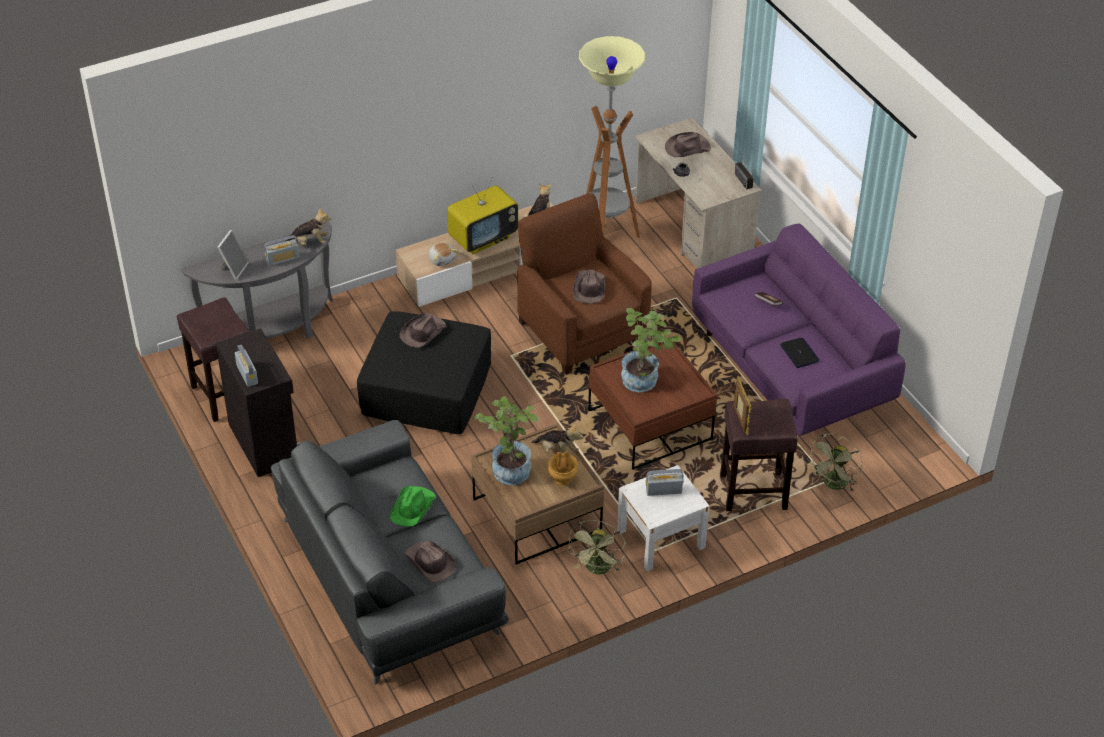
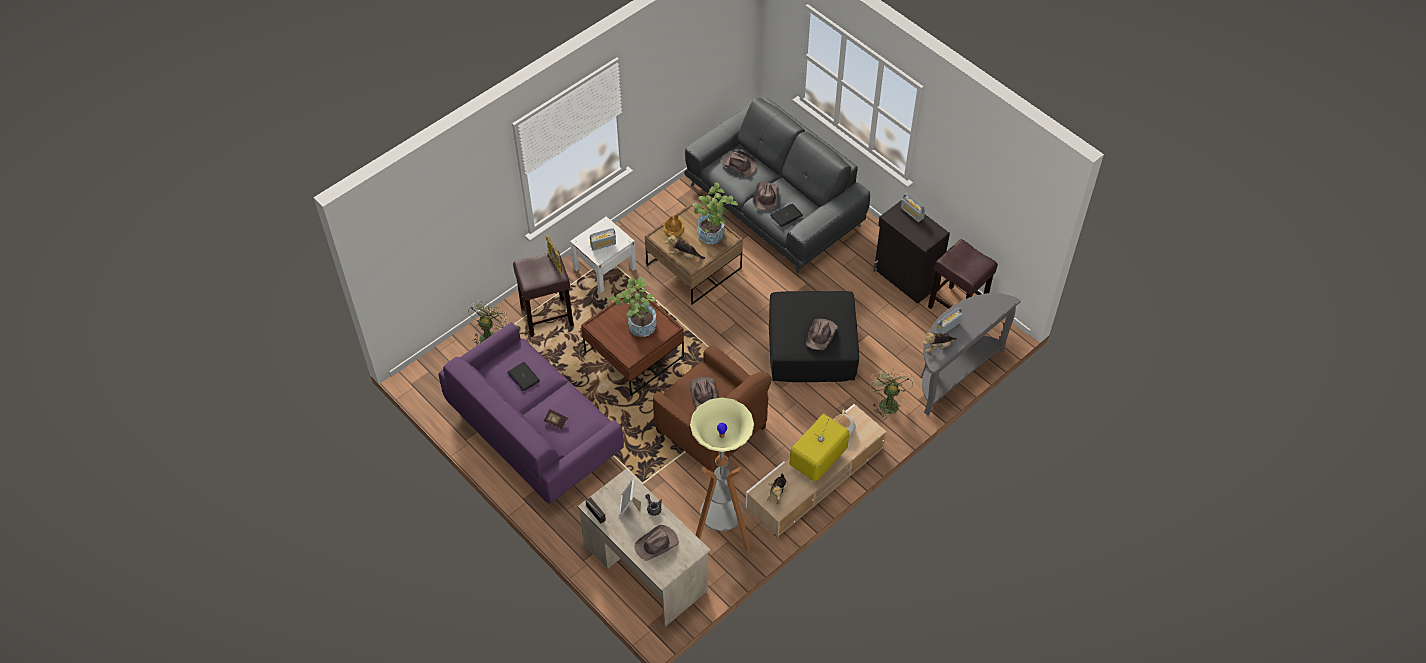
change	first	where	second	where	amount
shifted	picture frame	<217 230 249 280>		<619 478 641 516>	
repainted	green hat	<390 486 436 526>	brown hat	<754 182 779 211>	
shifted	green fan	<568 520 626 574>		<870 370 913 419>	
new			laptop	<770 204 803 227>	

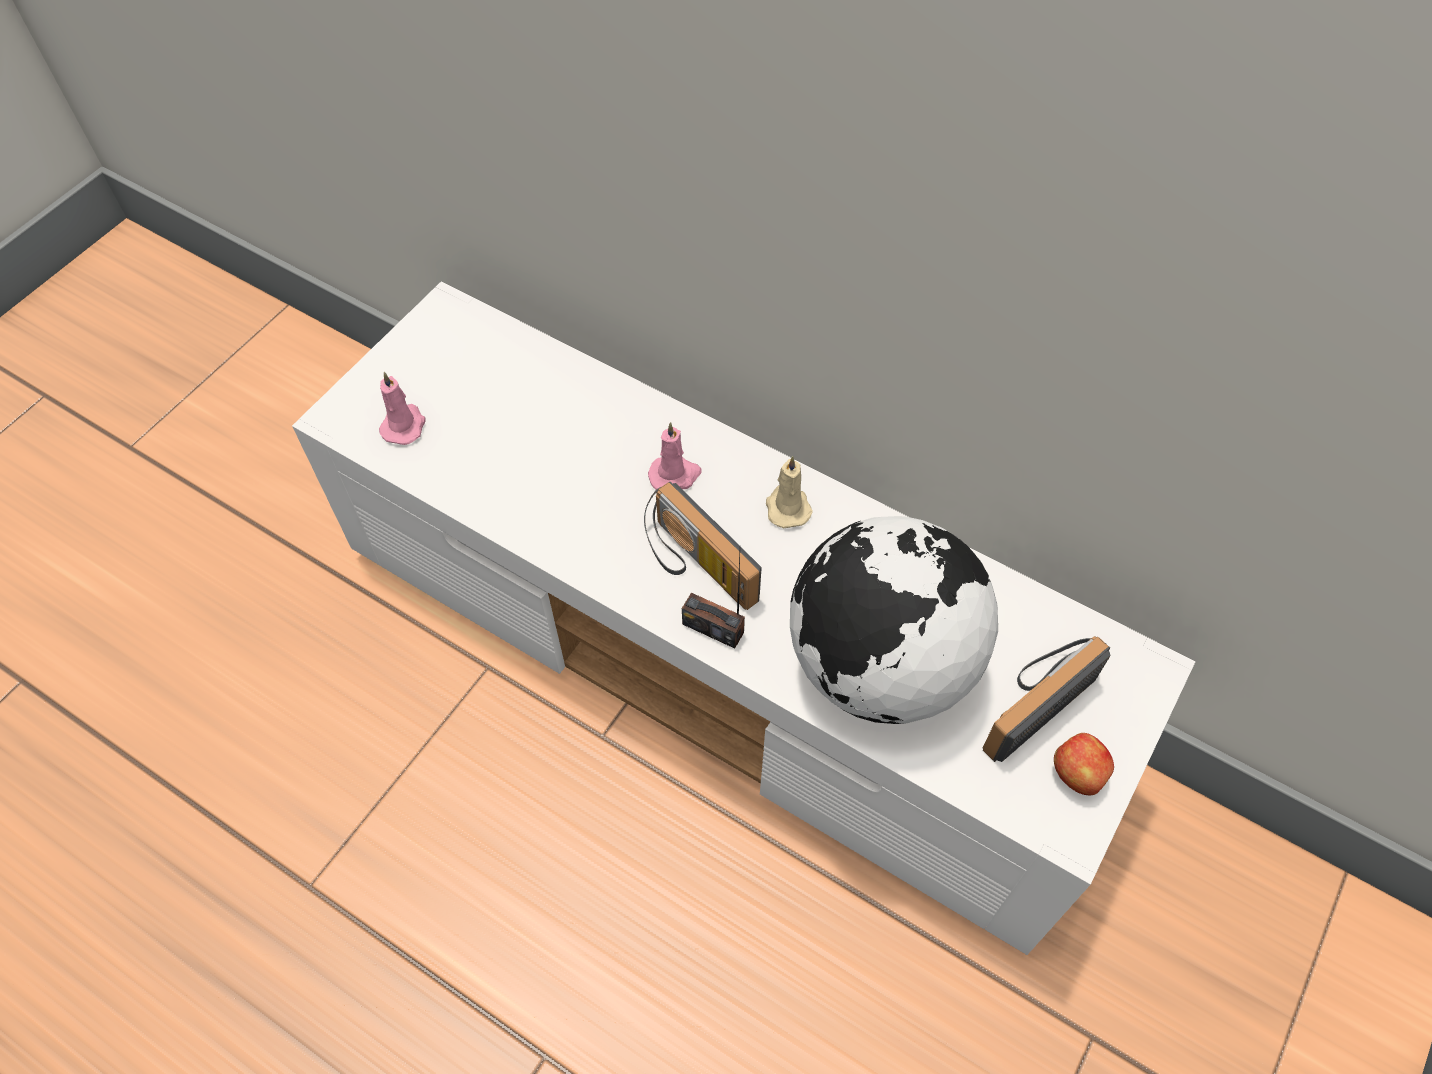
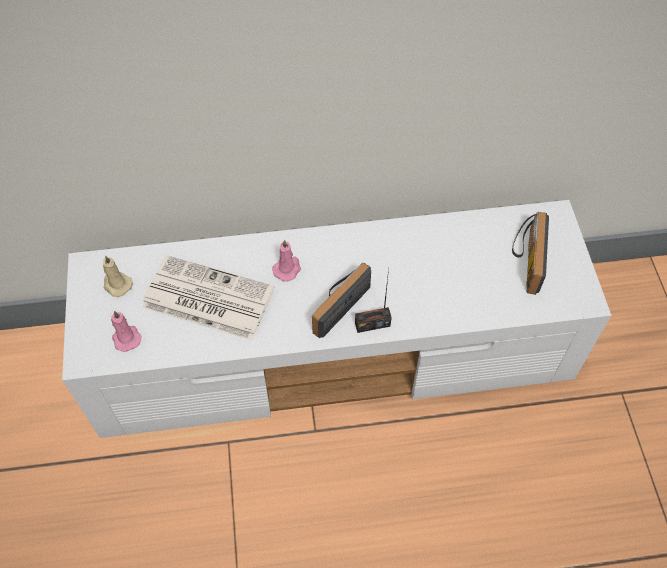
change	first	where	second	where	amount
shifted	beige candle	<766 456 813 528>		<103 255 133 297>	
rotated	radio	<644 481 762 610>		<312 263 371 338>	120 degrees clockwise
gone	globe	<790 516 998 724>			
gone	apple	<1054 733 1114 795>			
new			newspaper	<142 255 274 340>	

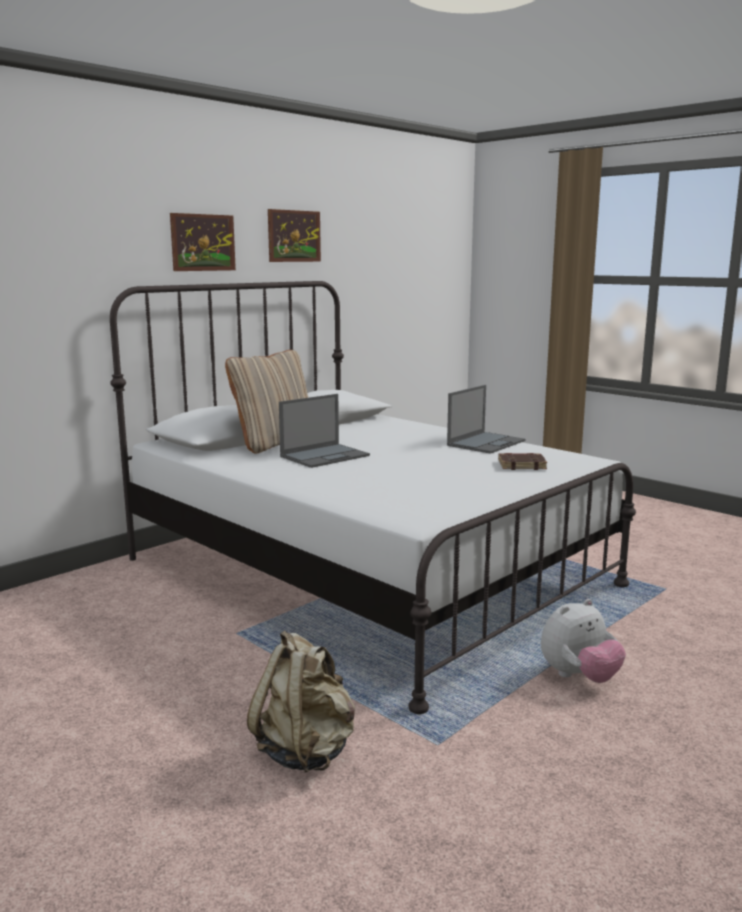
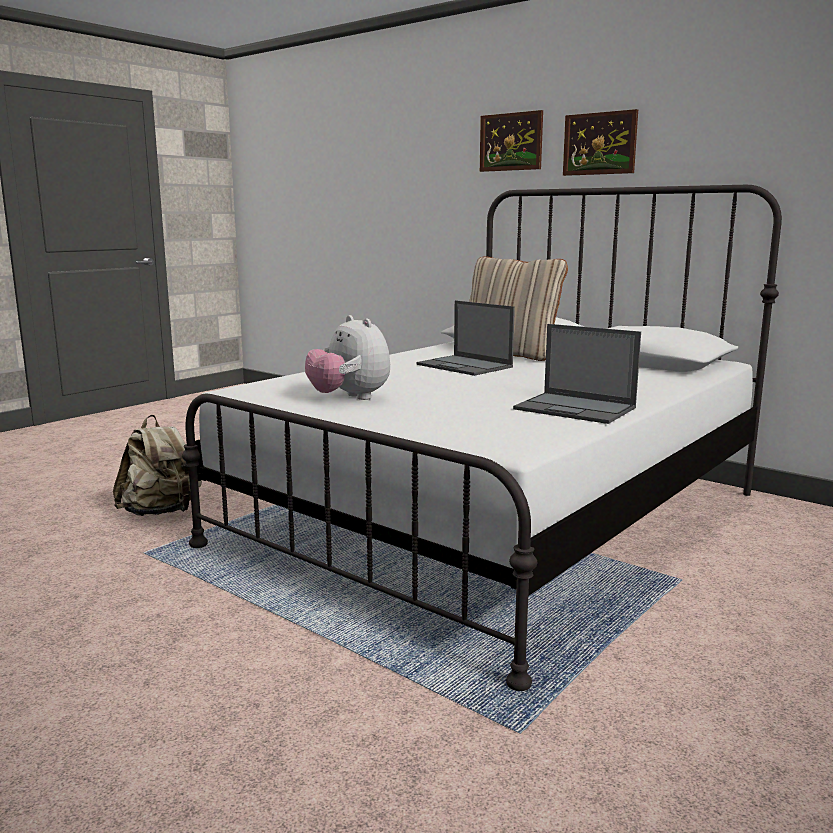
change	first	where	second	where	amount
shifted	picture	<268 209 321 262>		<480 110 543 172>	
gone	brown book	<498 453 547 470>			
shifted	plush toy	<541 599 626 683>		<305 315 390 400>	

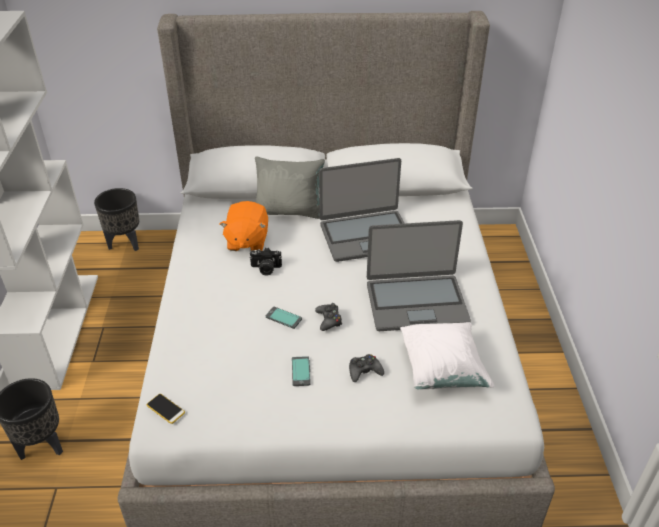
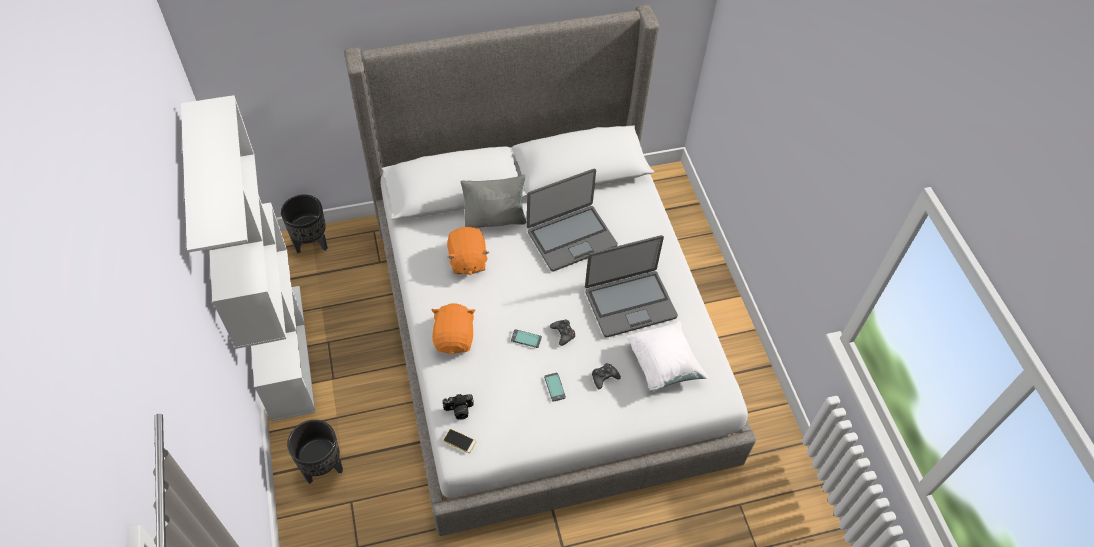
change	first	where	second	where	amount
shifted	photo camera	<249 248 282 275>		<443 394 474 420>	
new			orange plush toy	<431 303 476 354>	

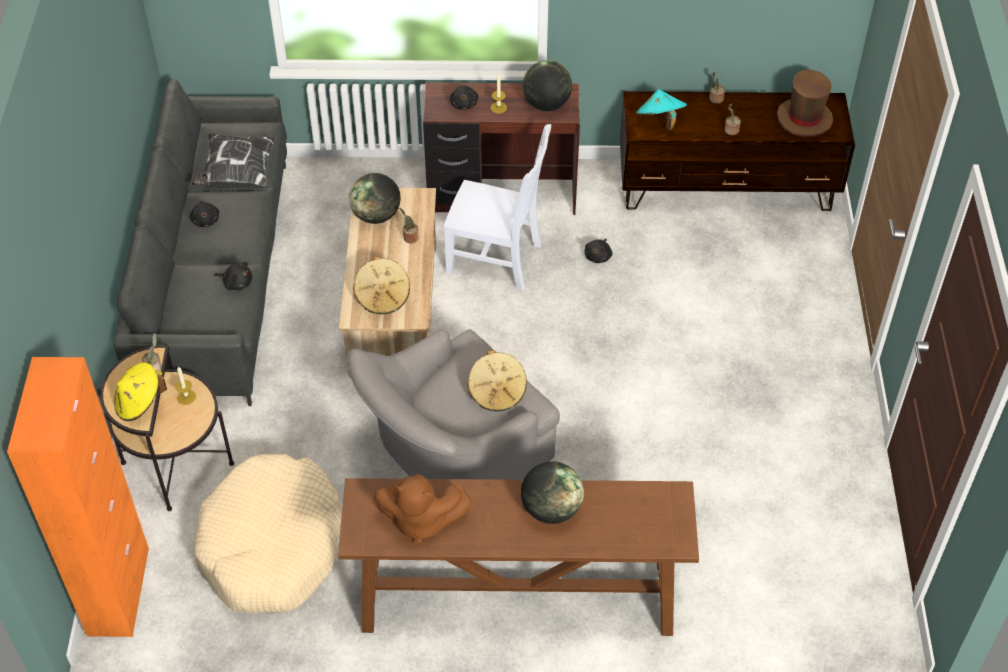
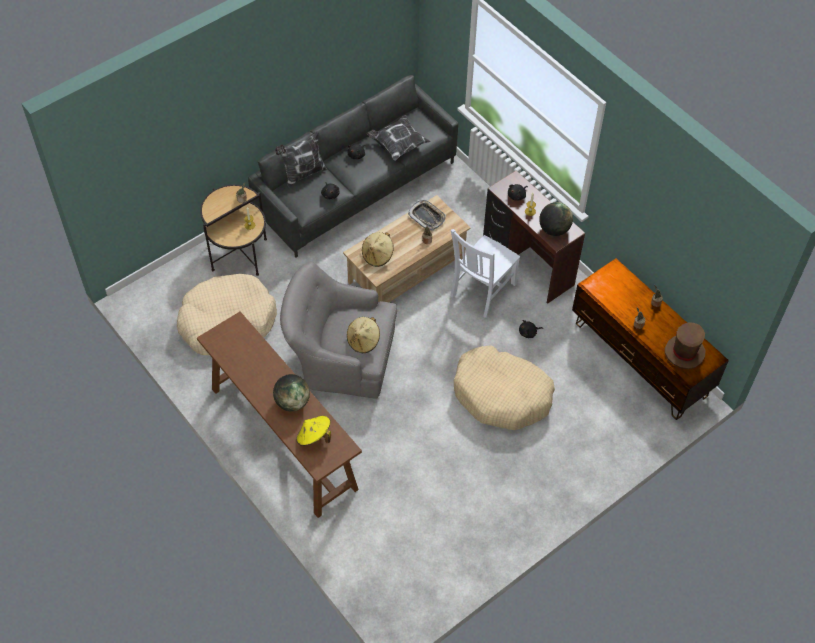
change	first	where	second	where	amount
gone	turquoise hat	<636 89 687 131>			
rotated	white chair	<444 124 551 291>		<450 229 520 318>	60 degrees clockwise
swapped	globe	<349 173 401 224>	tray	<408 200 446 231>	
gone	orange cabinet	<7 357 149 637>			
shifted	yellow hat	<114 363 167 421>		<297 415 331 446>	
gone	brown plush toy	<374 474 472 544>			
new			pillow	<275 131 327 187>	
new			beige dog bed	<454 346 555 430>	

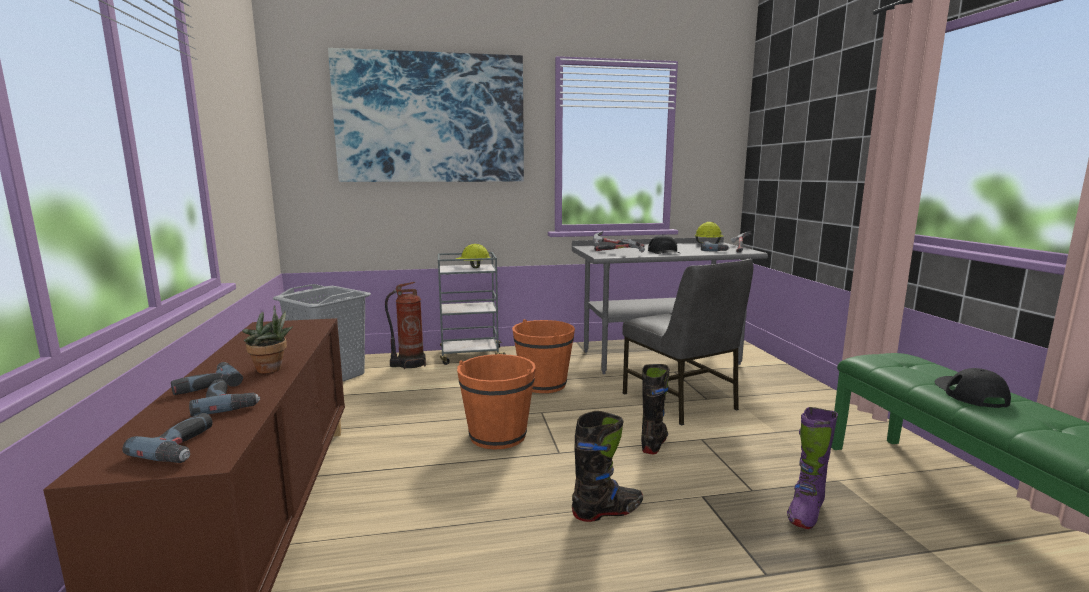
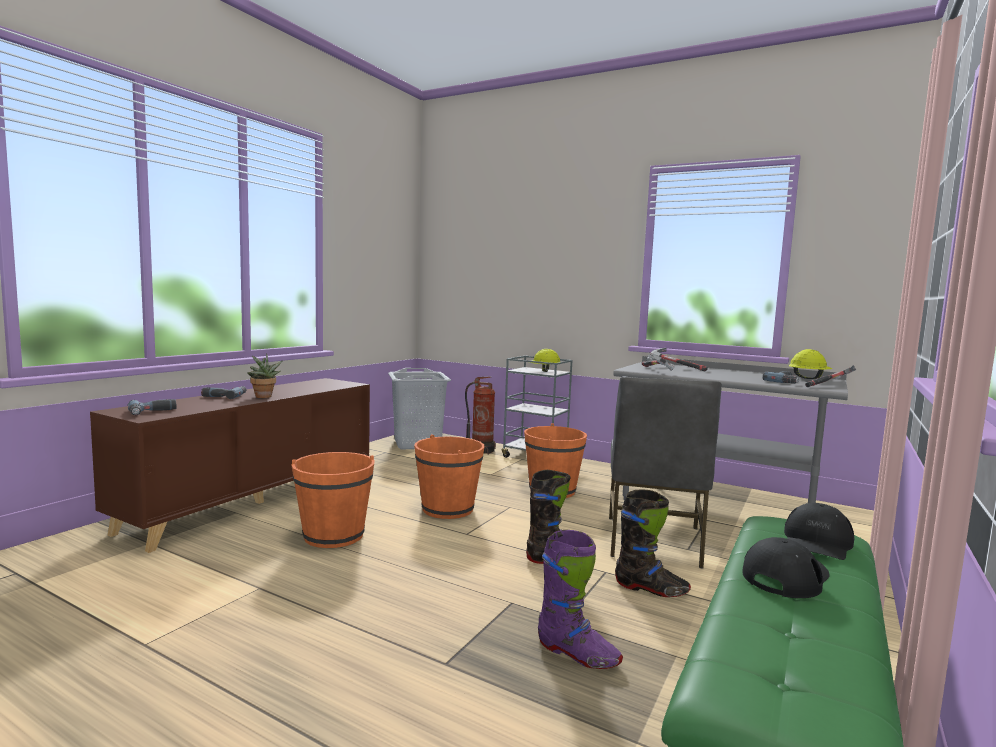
change	first	where	second	where	amount
gone	picture	<328 48 524 182>			
shifted	black cap	<648 235 681 254>		<784 503 855 560>	
gone	power drill	<189 379 260 417>			
rotated	purple boot	<787 407 838 529>		<538 530 623 669>	135 degrees counterclockwise
shifted	black boot	<572 411 643 522>		<615 490 691 597>	
new			orange bucket	<291 452 375 548>	

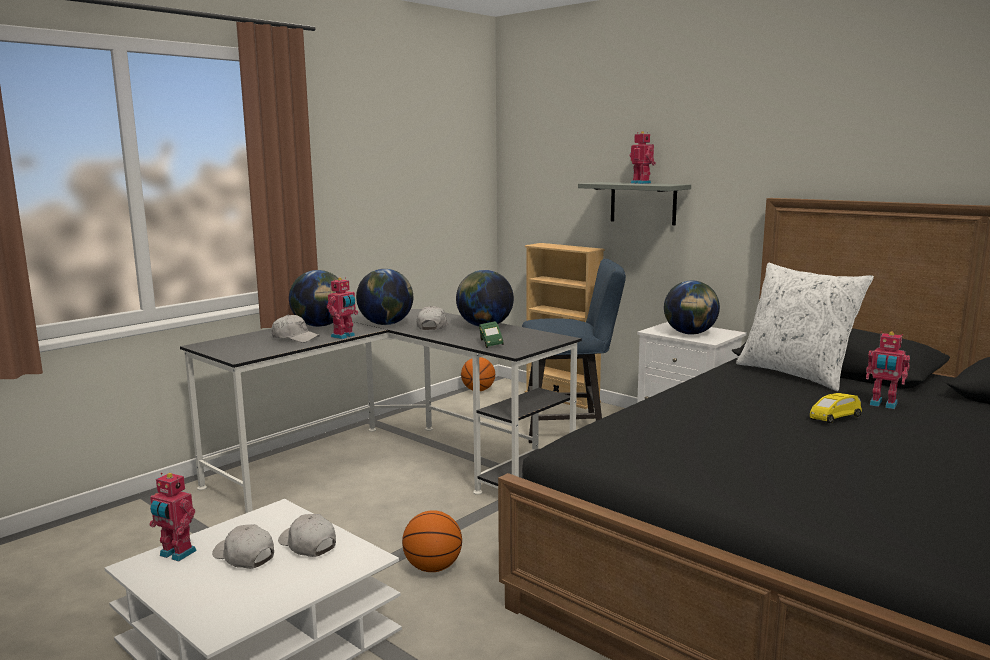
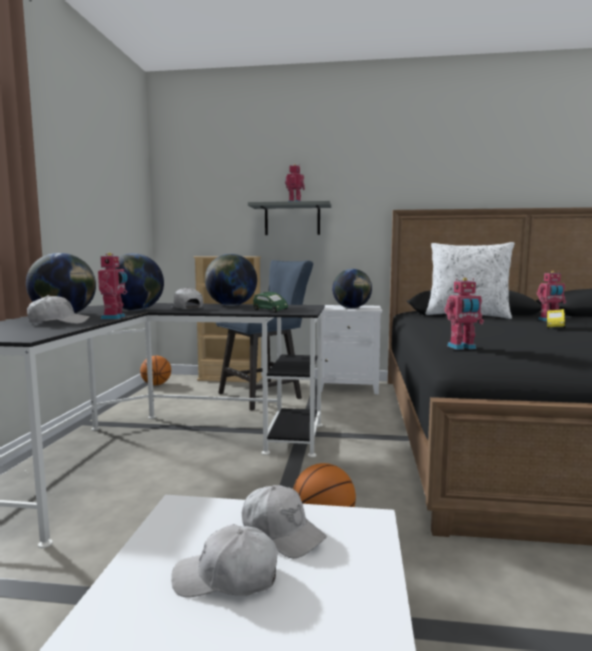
change	first	where	second	where	amount
shifted	toy robot	<149 472 197 562>		<445 278 484 350>	
rotated	white cap	<278 514 336 557>		<242 485 327 558>	150 degrees counterclockwise

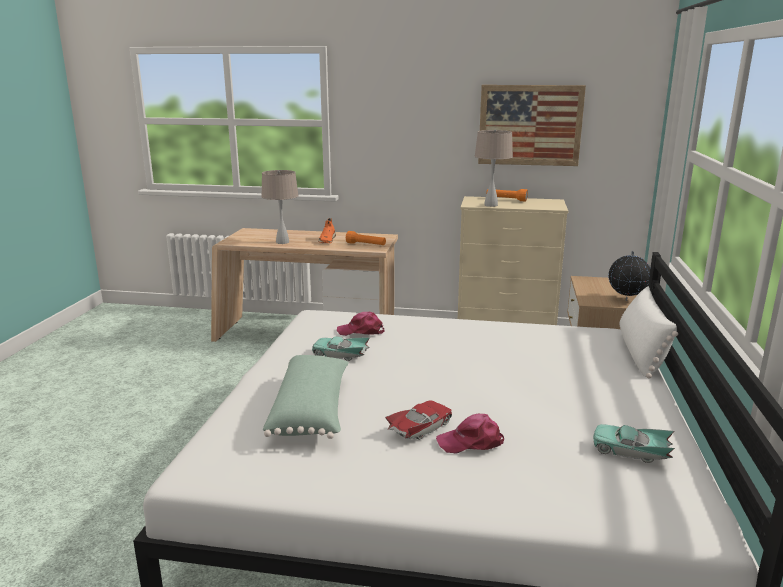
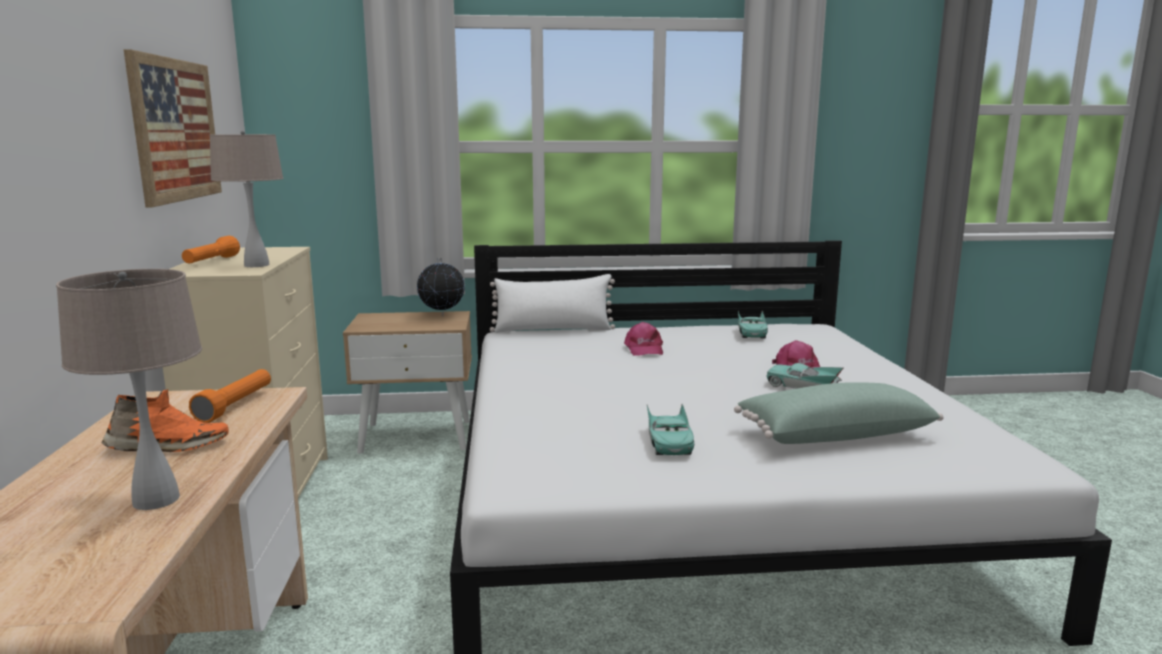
change	first	where	second	where	amount
shifted	pink cap	<337 312 384 336>		<624 322 663 355>	
repainted	red toy car	<385 400 452 440>	turquoise toy car	<766 363 844 389>	

